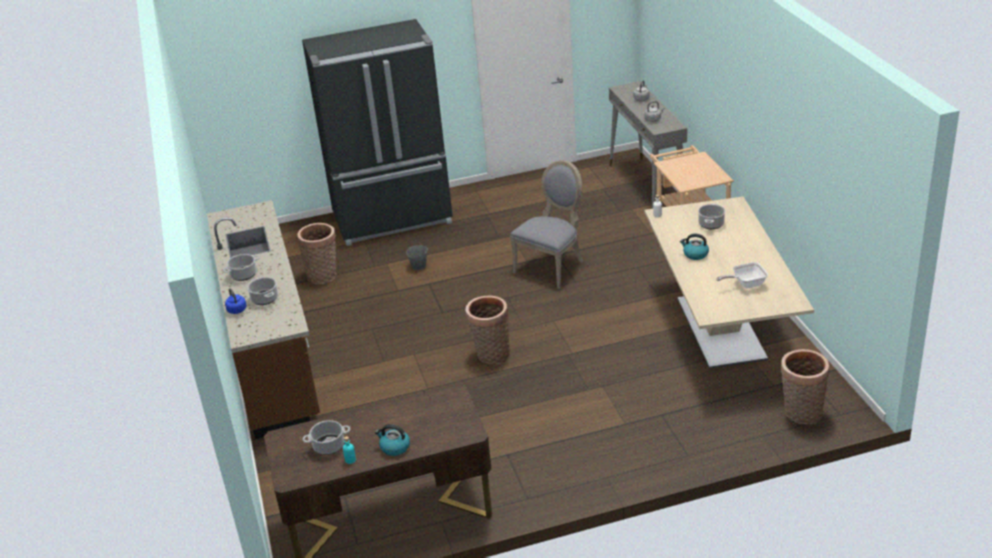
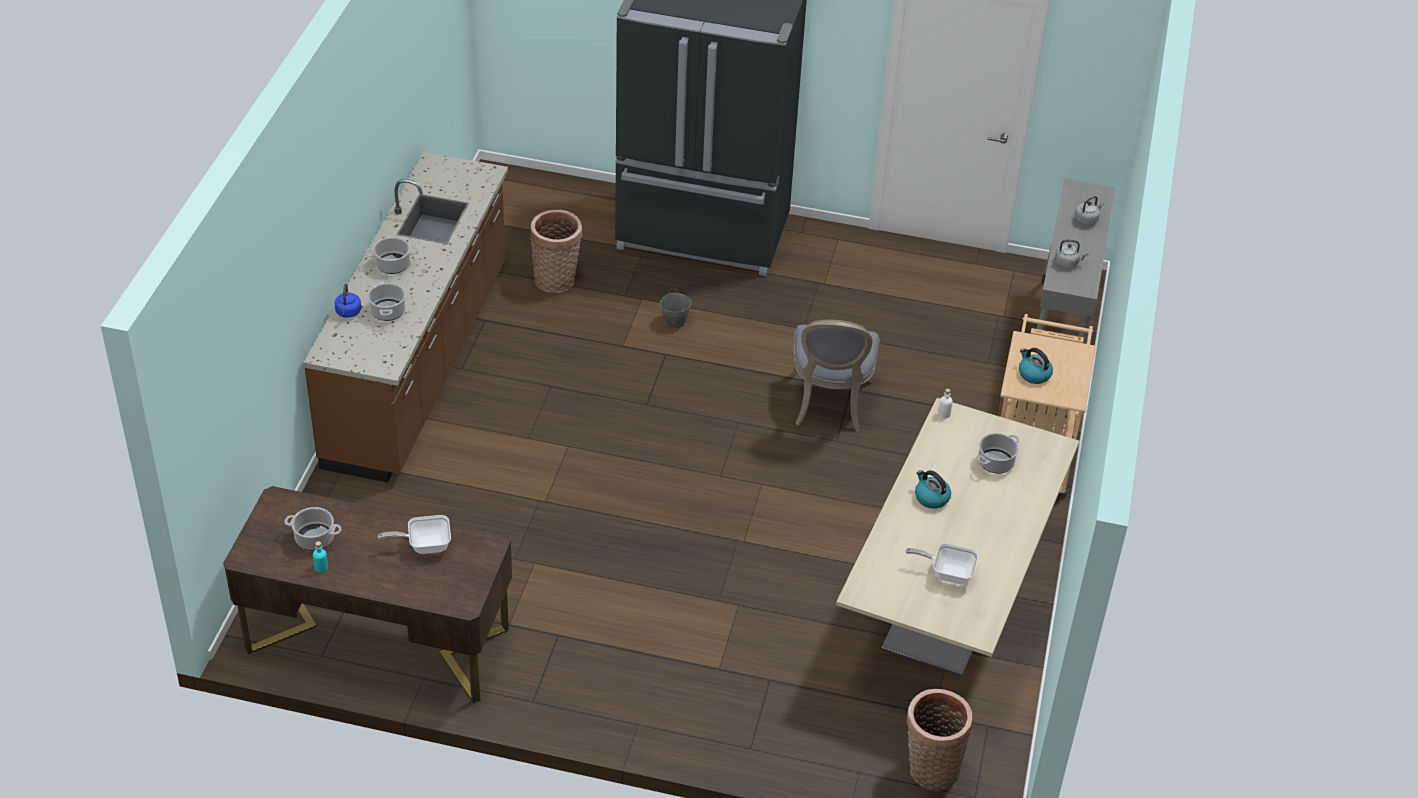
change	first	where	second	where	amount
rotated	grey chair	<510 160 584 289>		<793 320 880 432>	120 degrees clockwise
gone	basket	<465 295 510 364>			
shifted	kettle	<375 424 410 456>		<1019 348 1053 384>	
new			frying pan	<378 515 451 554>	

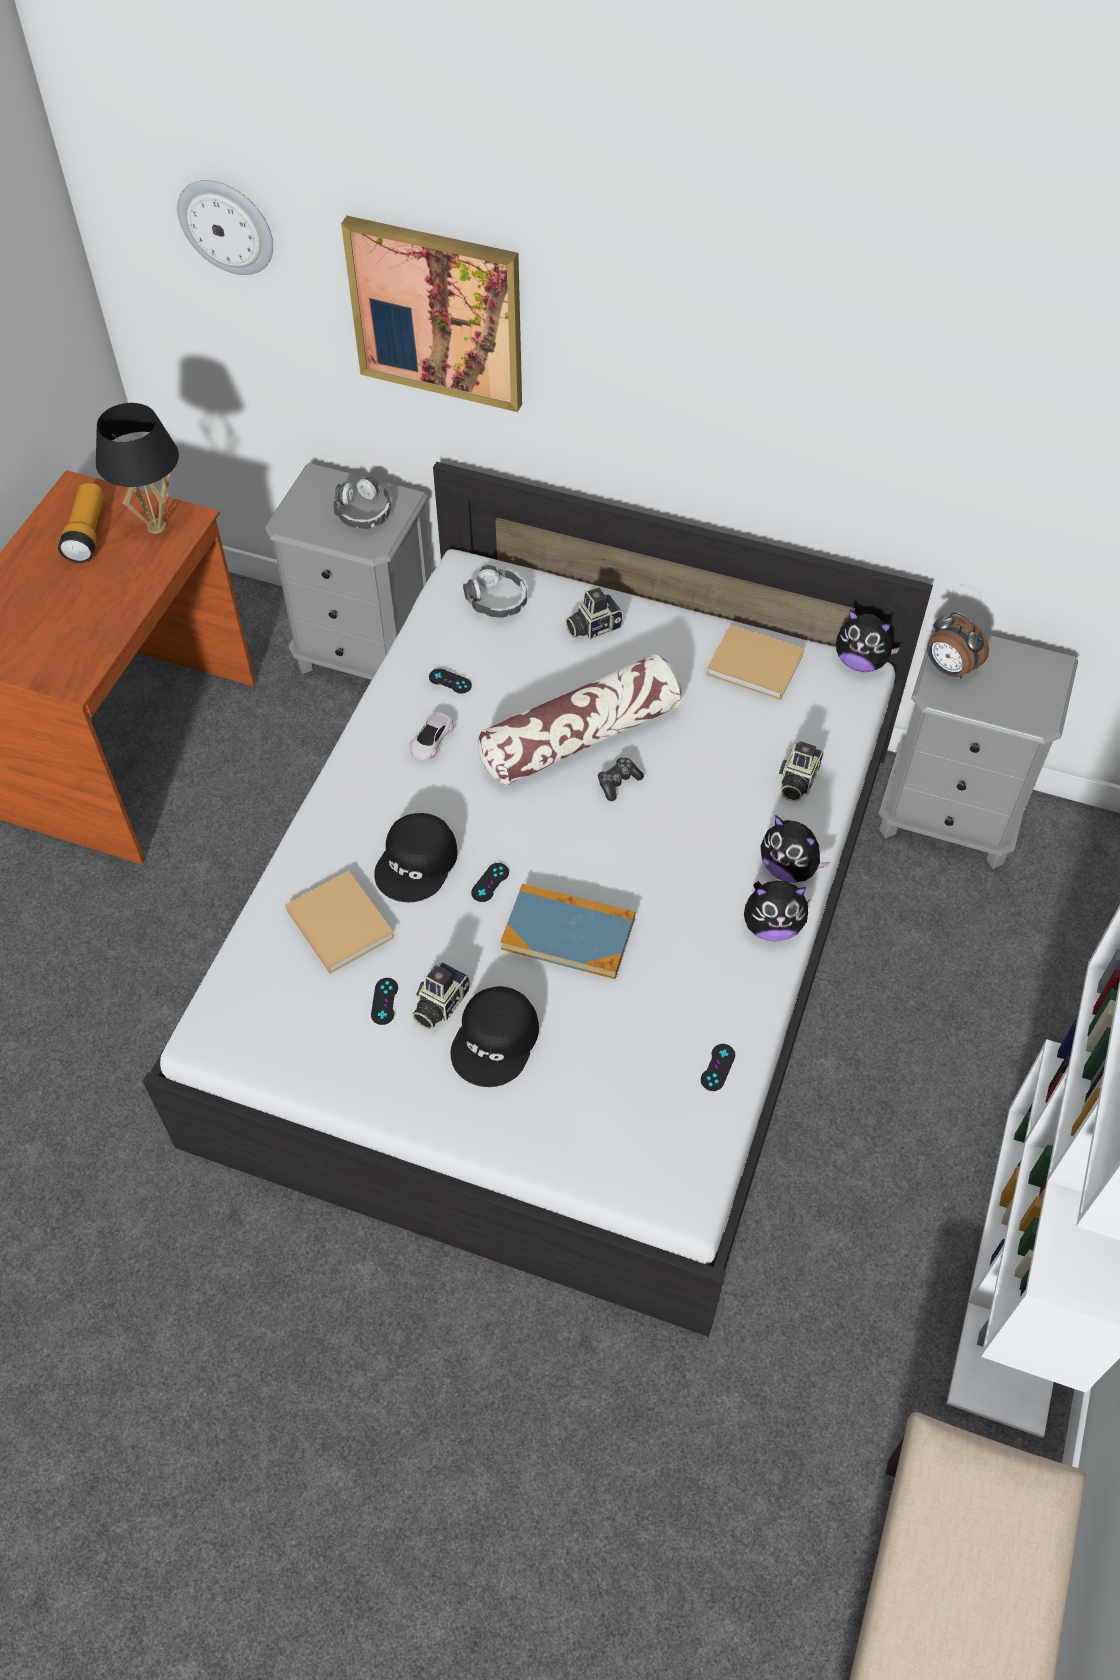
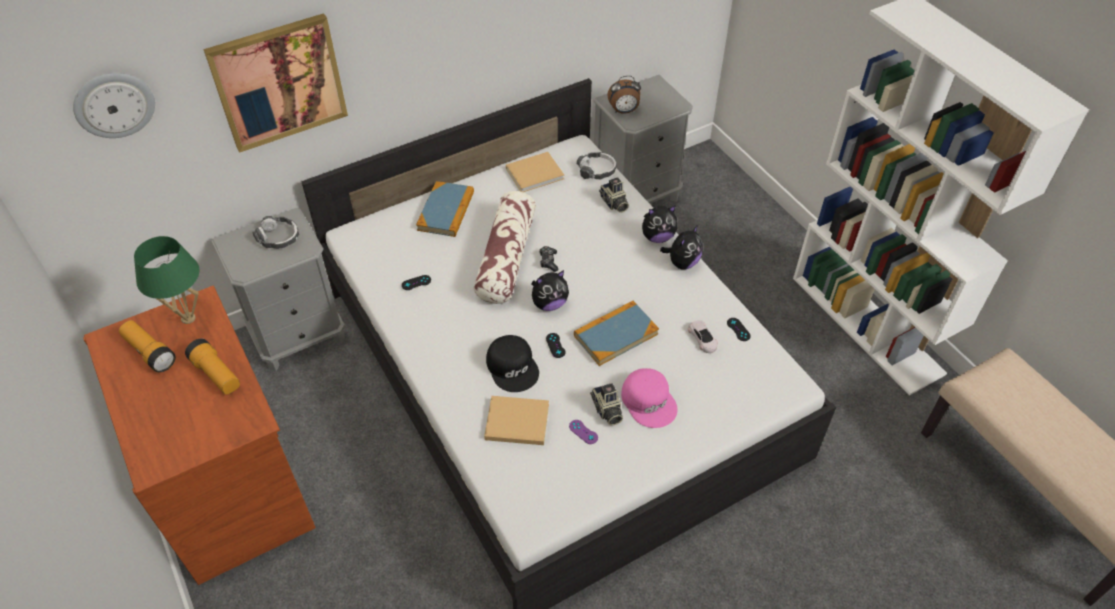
change	first	where	second	where	amount
repainted	black table lamp	<96 403 179 533>	green table lamp	<134 236 199 324>	
shifted	headphones	<463 565 527 618>		<577 152 617 180>	
swapped	photo camera	<565 588 623 640>	book	<416 181 474 237>	
shifted	plush toy	<836 610 900 672>		<531 270 569 311>	
shifted	white toy car	<409 712 454 761>		<688 320 718 353>	
repainted	black game controller	<371 978 398 1025>	purple game controller	<569 420 598 444>	
repainted	black cap	<451 986 539 1087>	pink cap	<621 368 677 428>	
new			flashlight	<185 339 240 395>	

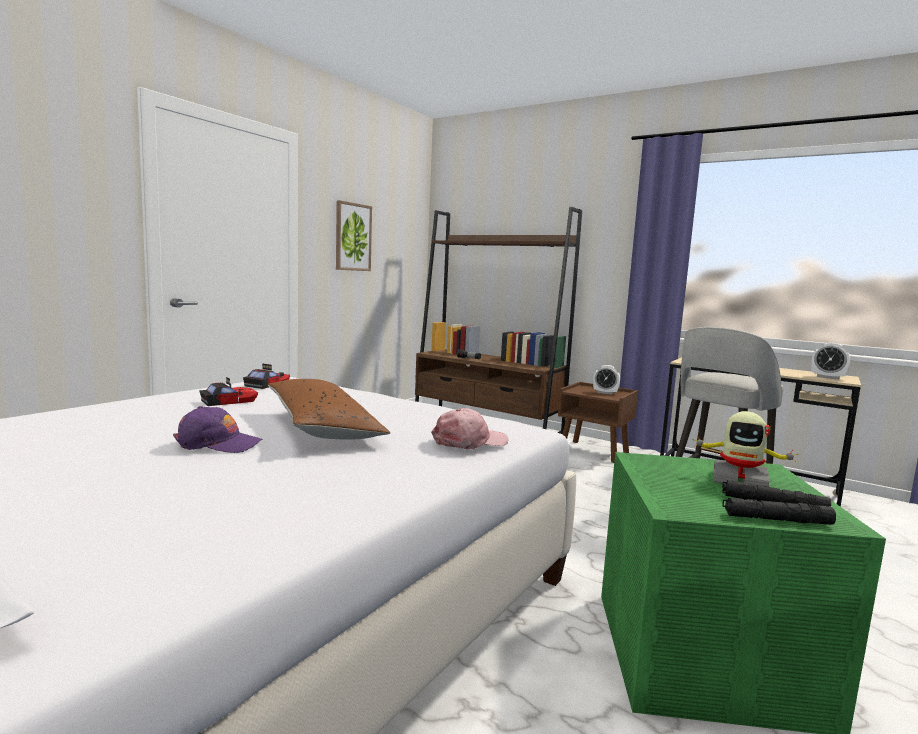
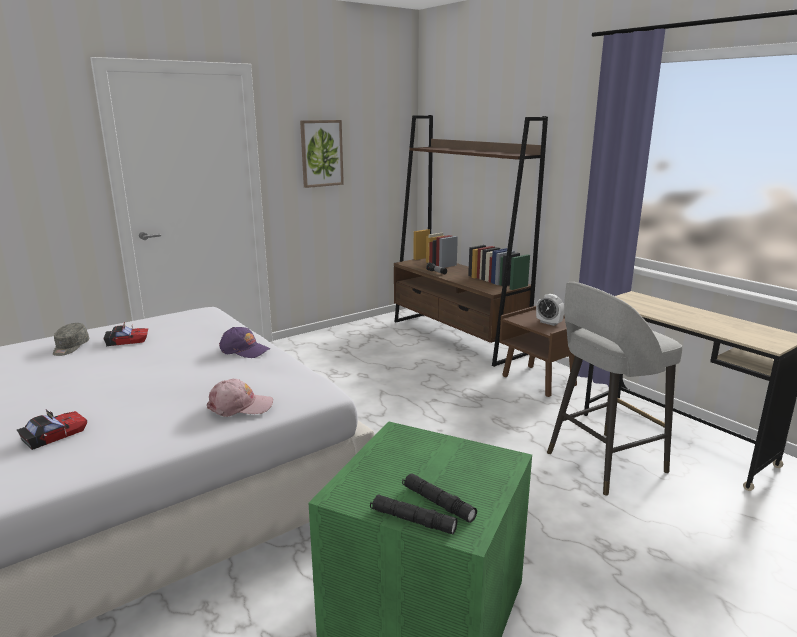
change	first	where	second	where	amount
gone	alarm clock	<811 343 850 380>			
shifted	toy car	<243 364 290 389>		<17 410 87 450>	
gone	brown pillow	<268 379 390 440>			
shifted	purple cap	<173 406 262 453>		<219 327 270 358>	
gone	toy robot	<692 411 799 487>			
new			grey cap	<53 323 89 356>	

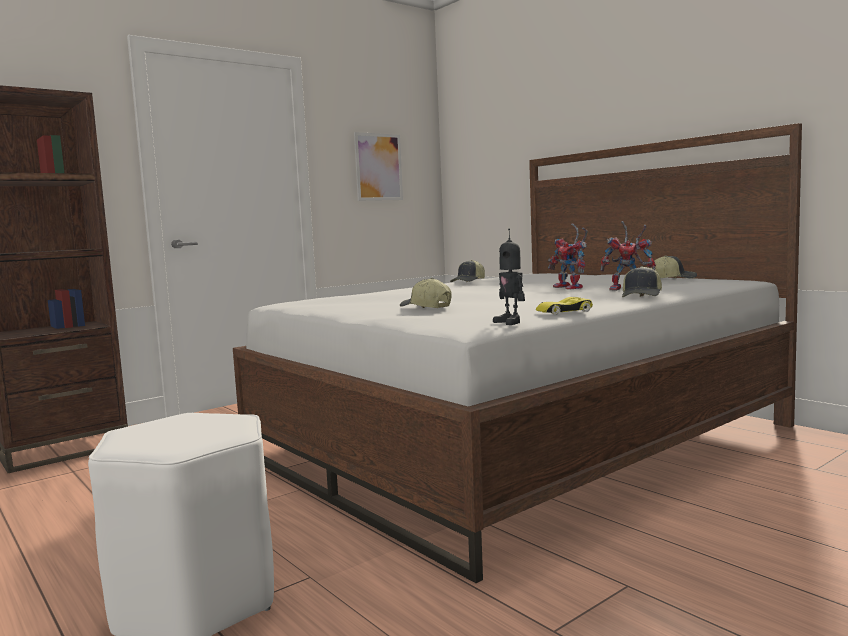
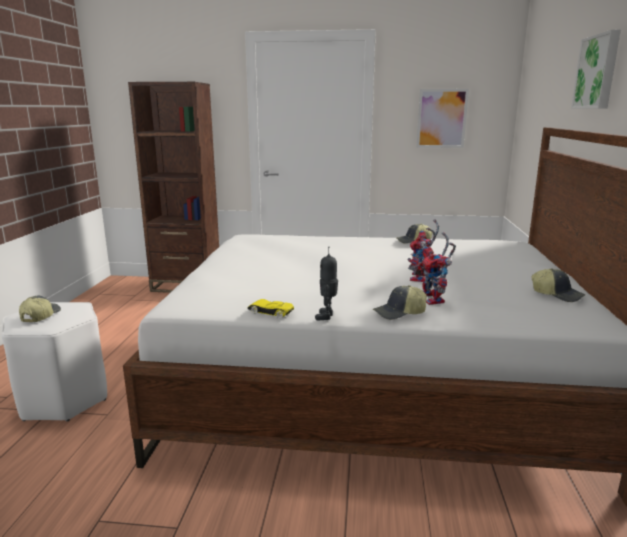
change	first	where	second	where	amount
shifted	toy robot	<493 229 525 325>		<315 247 338 320>	
shifted	cap	<400 278 452 308>		<19 296 61 322>	
new			picture	<571 30 621 108>	

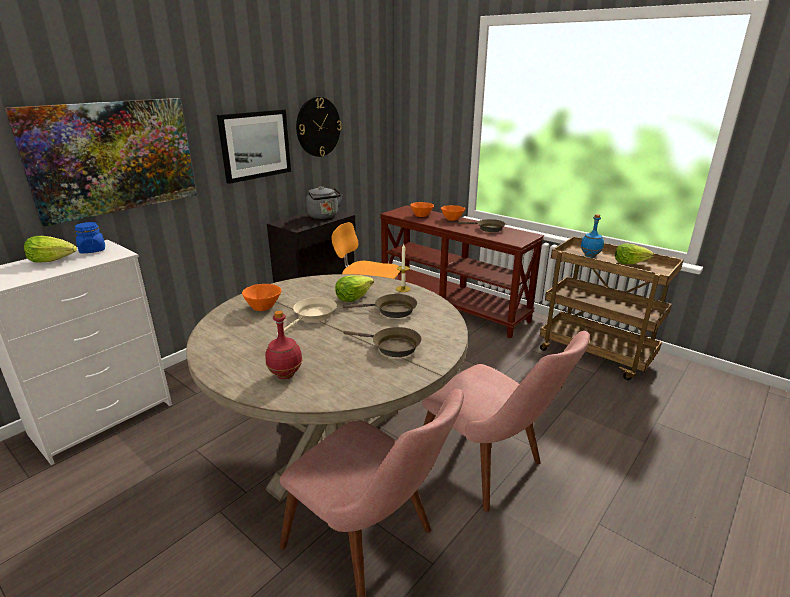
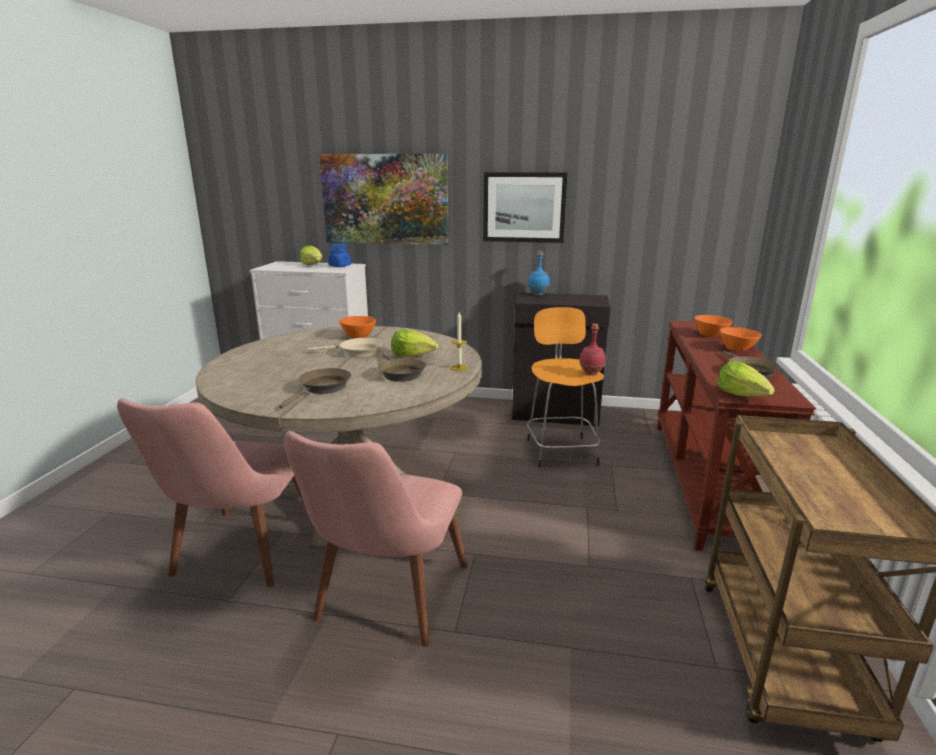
change	first	where	second	where	amount
gone	wall clock	<296 97 342 157>			
gone	grey kettle	<306 186 342 219>			
shifted	blue bottle	<581 214 604 258>		<528 251 550 295>	
shifted	lettuce	<615 243 654 264>		<717 362 775 397>	
shifted	red bottle	<265 310 303 379>		<579 324 606 375>	
rotated	brown frying pan	<343 327 422 357>		<279 368 351 409>	150 degrees counterclockwise

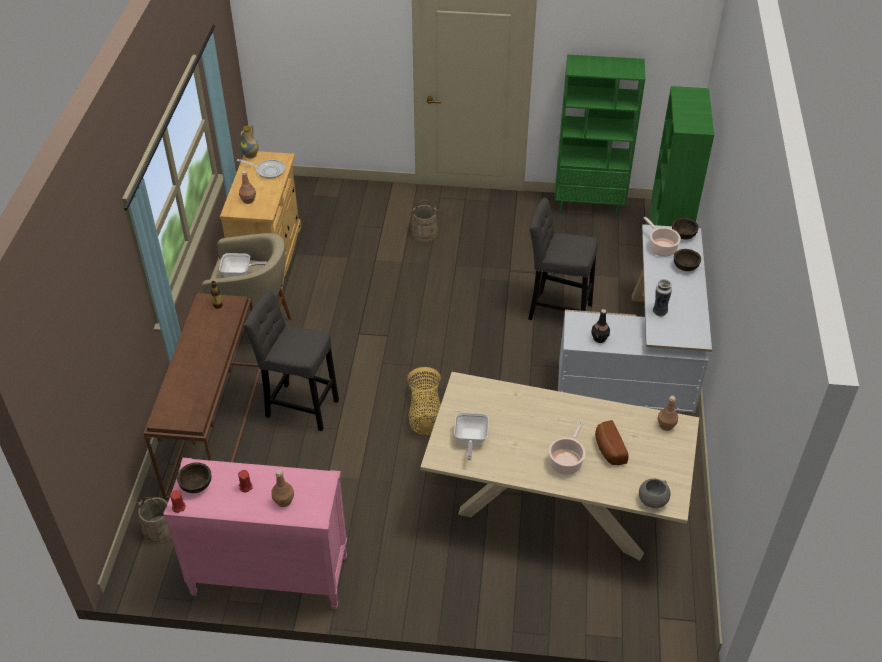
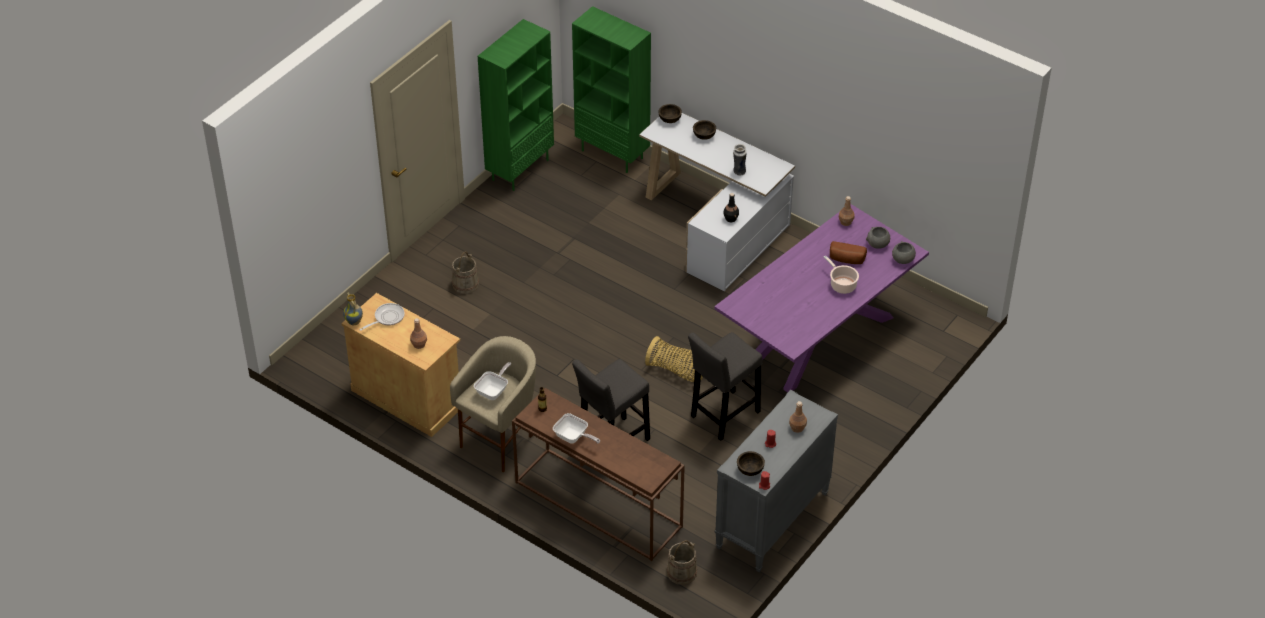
change	first	where	second	where	amount
shifted	grey stool	<528 198 598 320>		<688 332 762 441>	
gone	cooking pot	<644 217 681 257>			
repainted	beige dining table	<420 372 699 561>	purple dining table	<714 204 929 392>	
shifted	frying pan	<454 413 489 460>		<553 413 600 444>	
repainted	pink dresser	<163 458 347 609>	grey dresser	<715 390 838 572>	
new			grey bowl	<866 227 890 249>	

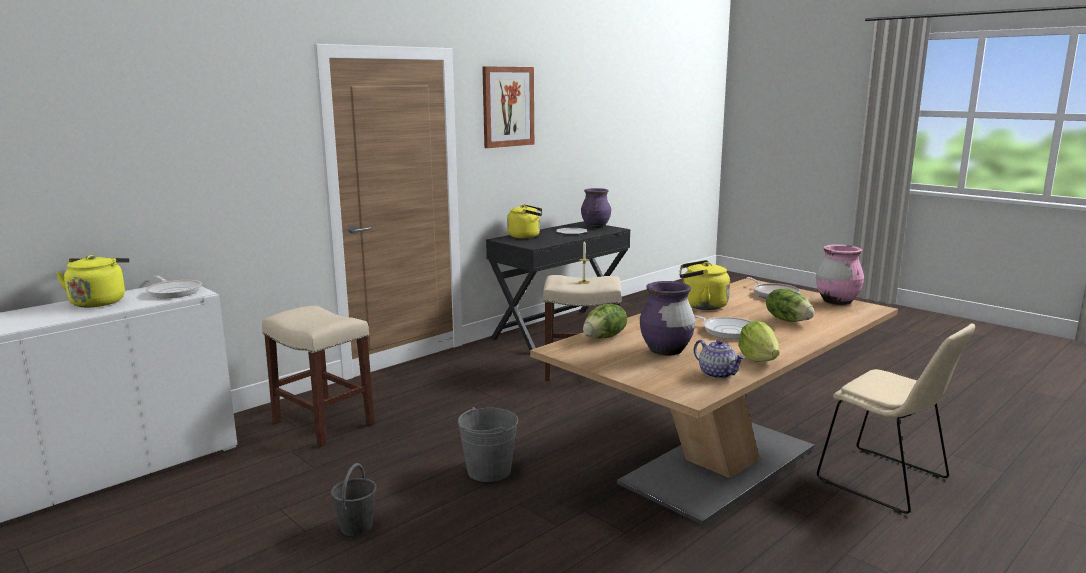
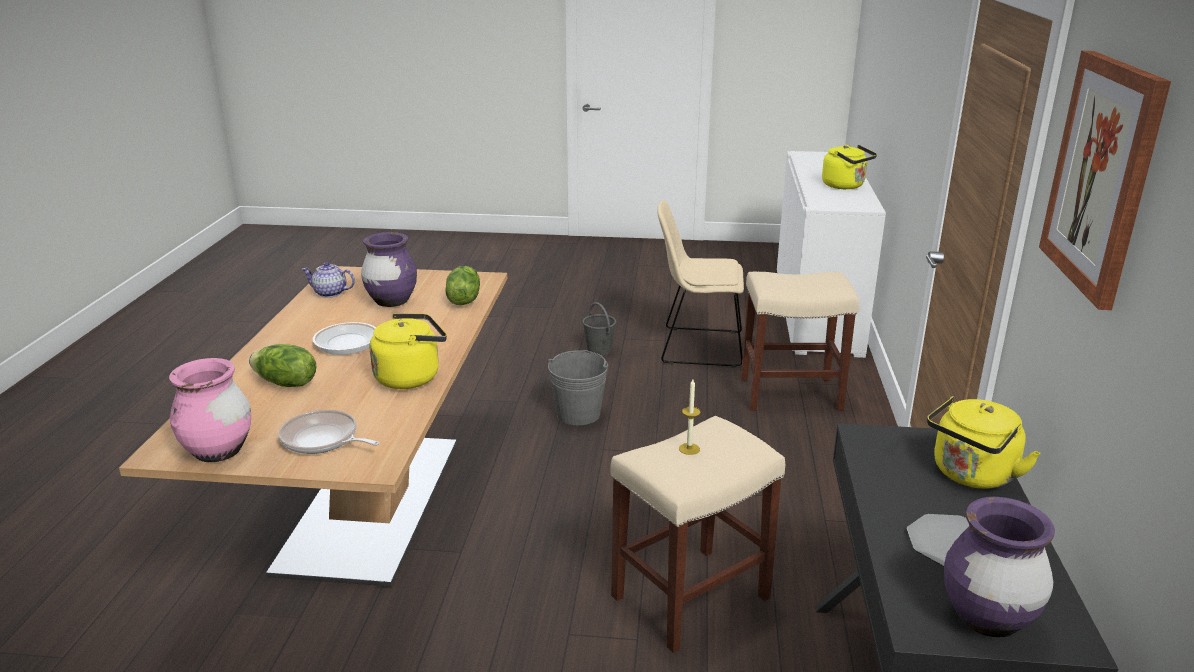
change	first	where	second	where	amount
gone	frying pan	<146 275 202 298>			
gone	lettuce	<738 321 779 362>			
shifted	beige chair	<817 323 975 514>		<657 200 744 368>	

